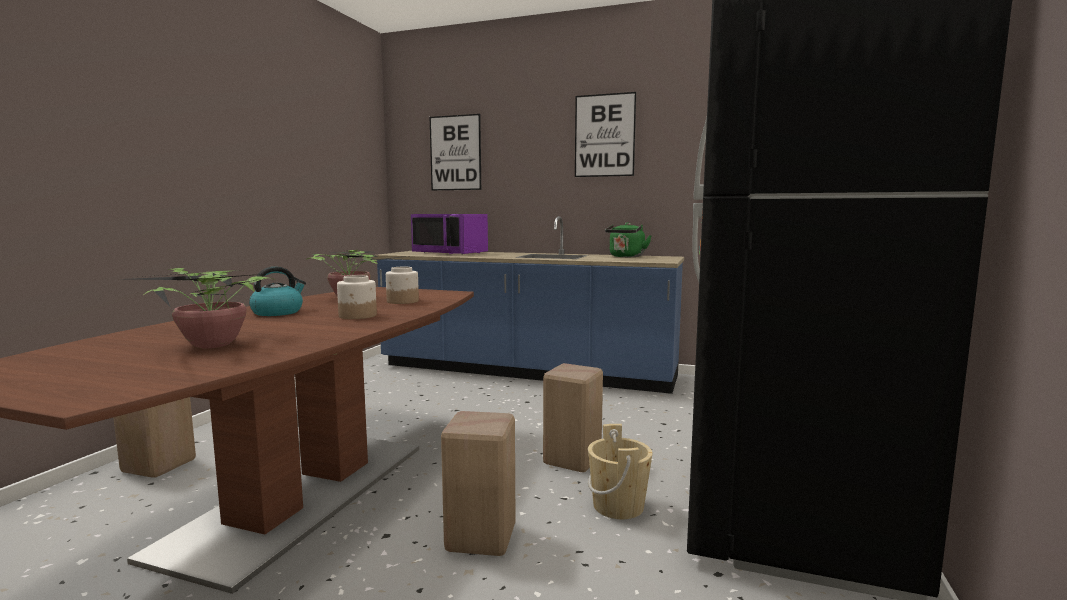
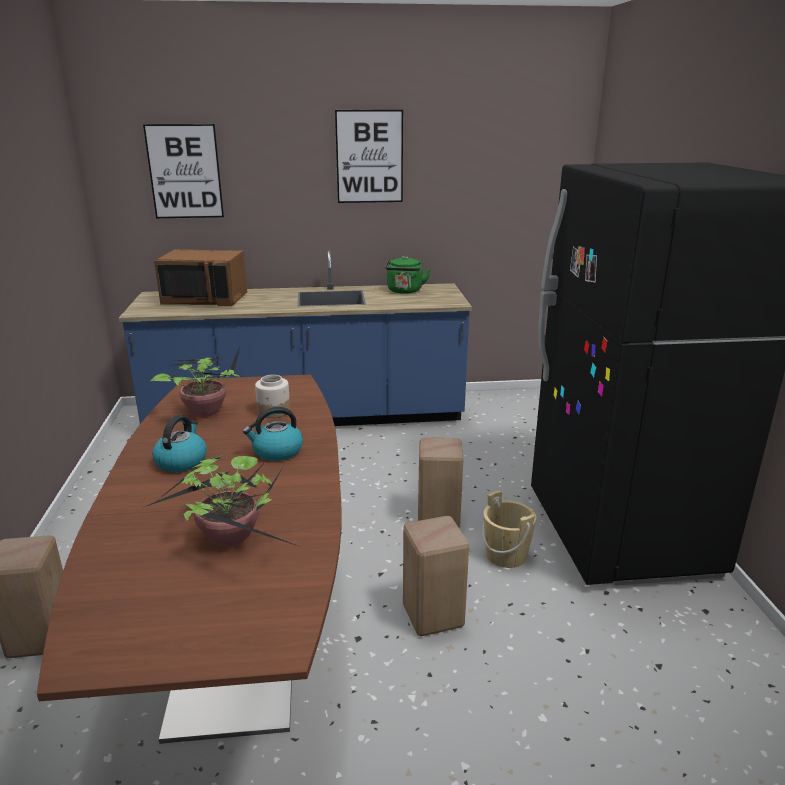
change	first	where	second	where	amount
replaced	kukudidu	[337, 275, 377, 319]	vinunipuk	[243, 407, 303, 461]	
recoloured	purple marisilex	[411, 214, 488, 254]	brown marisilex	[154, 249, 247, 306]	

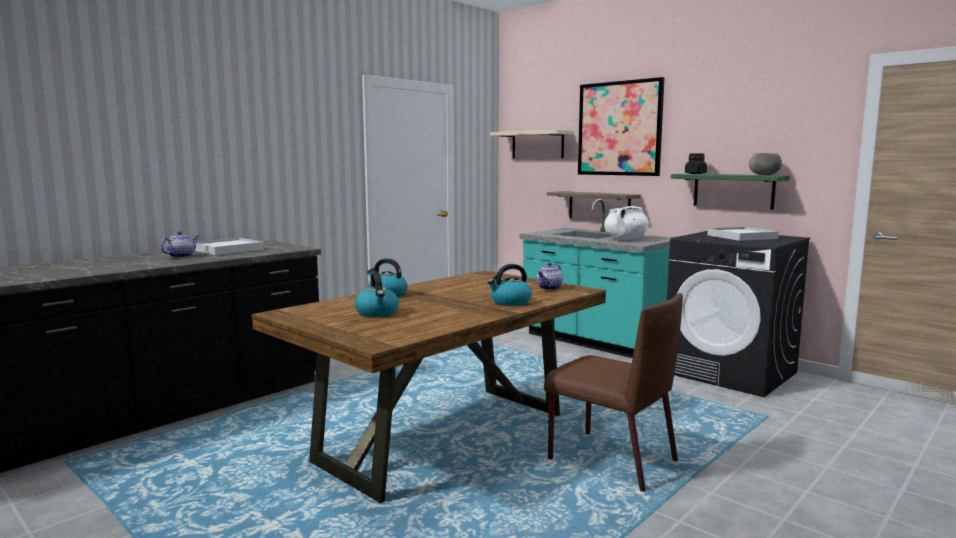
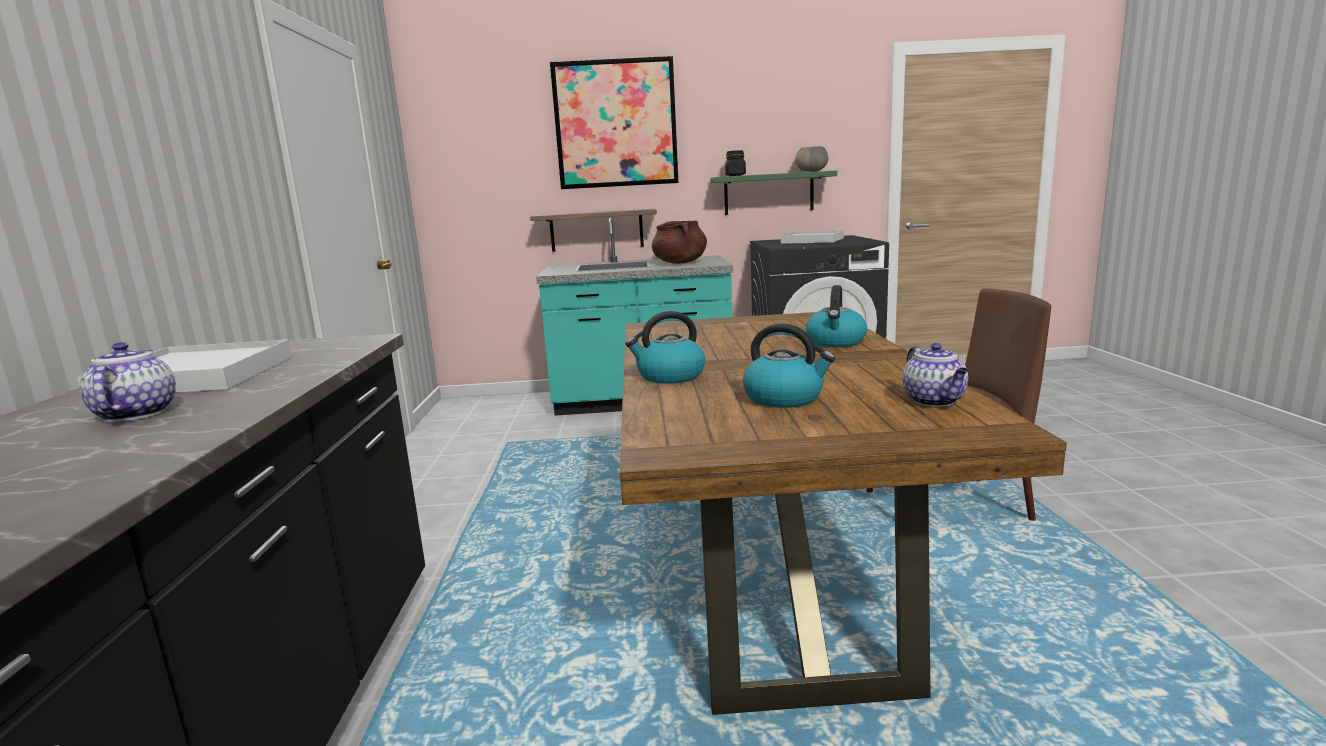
change	first	where	second	where	amount
removed	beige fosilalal	[490, 130, 573, 158]			
moved	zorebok	[536, 262, 563, 290]		[902, 343, 968, 407]	
recoloured	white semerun	[604, 206, 649, 240]	brown semerun	[652, 221, 707, 264]	

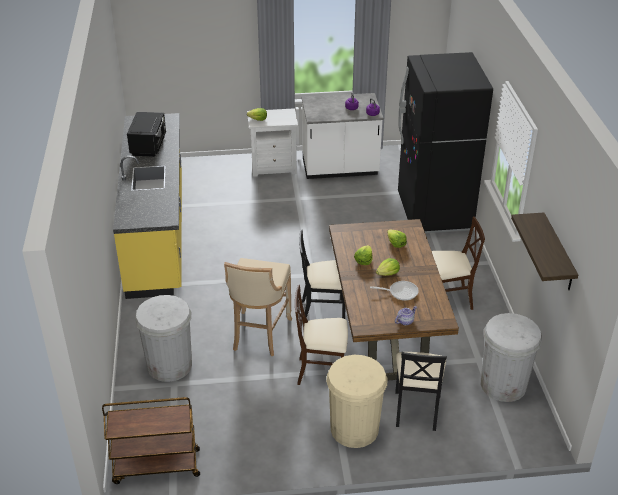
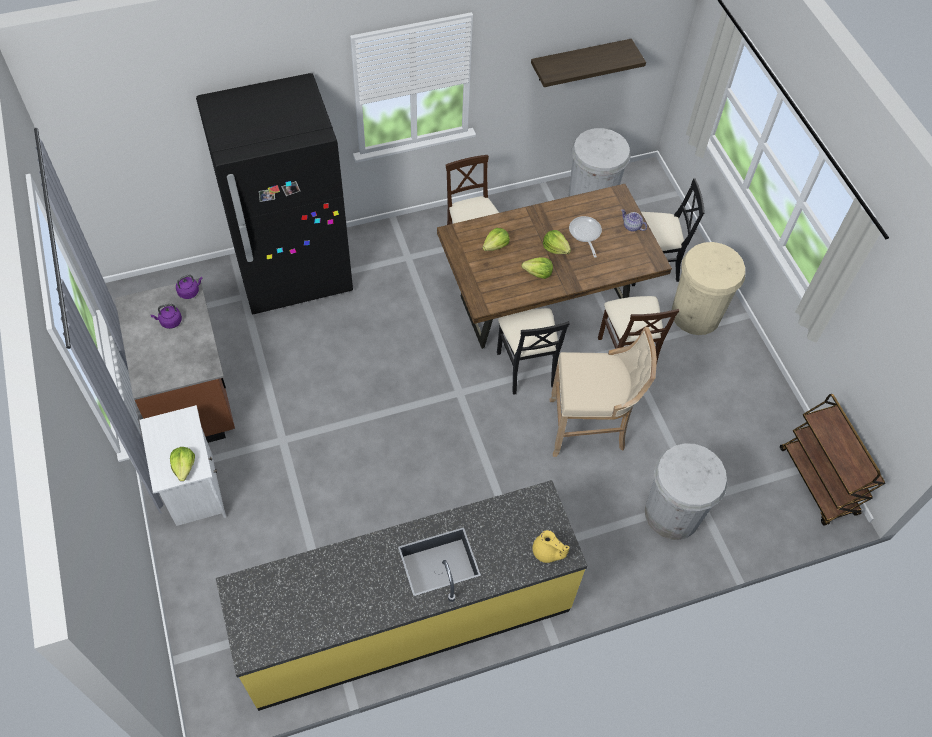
change	first	where	second	where	amount
removed	black marisilex	[127, 112, 166, 157]			
recoloured	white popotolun	[301, 93, 384, 179]	brown popotolun	[115, 278, 235, 443]	
added			yellow zorebok	[533, 530, 570, 563]	

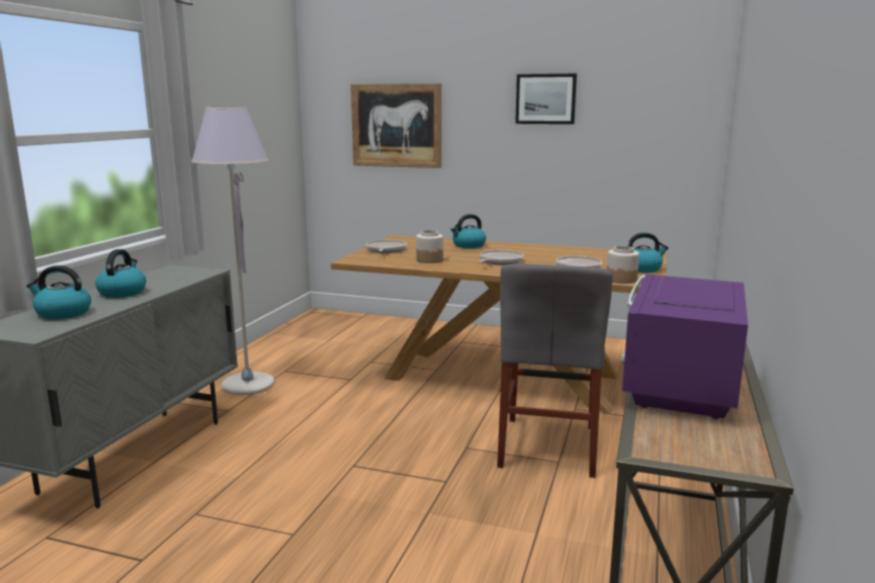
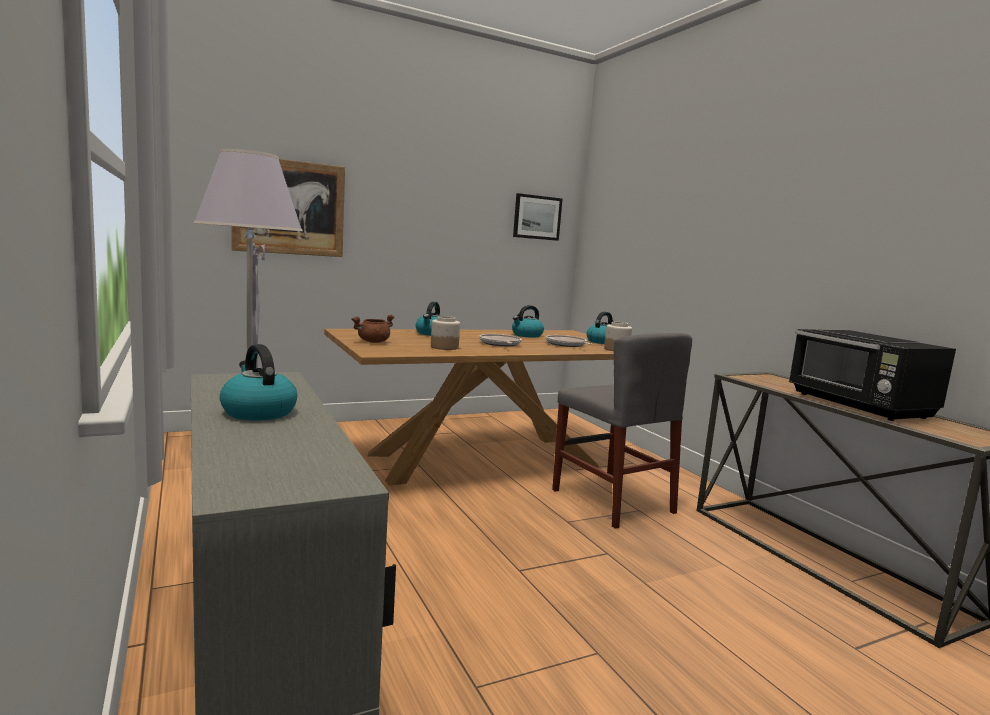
change	first	where	second	where	amount
moved	vinunipuk	[27, 265, 91, 319]		[512, 305, 544, 338]	
replaced	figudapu	[366, 240, 407, 253]	brown semerun	[351, 315, 395, 343]	
moved	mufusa	[515, 74, 577, 124]		[513, 193, 562, 241]	
recoloured	purple marisilex	[621, 274, 748, 419]	black marisilex	[789, 329, 956, 421]	

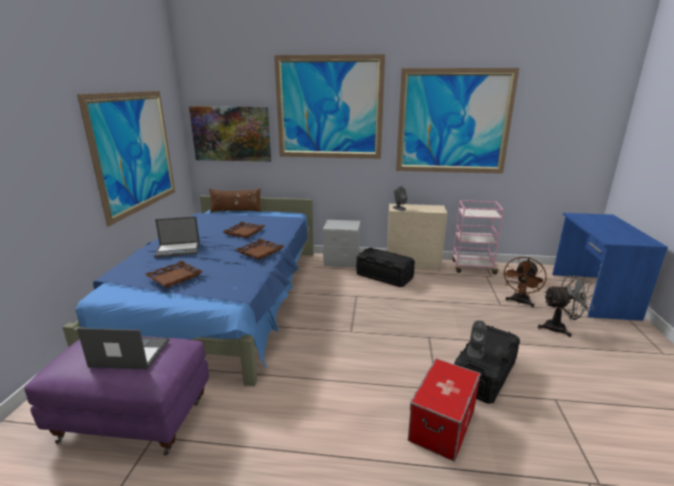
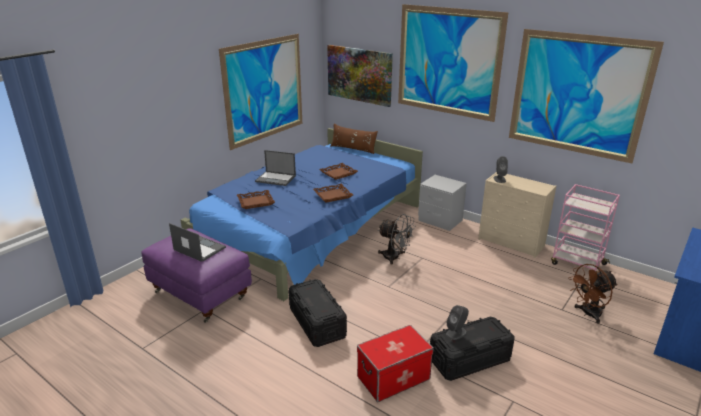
change	first	where	second	where	amount
moved	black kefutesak	[356, 248, 415, 287]		[288, 279, 347, 347]	
moved	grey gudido	[538, 275, 595, 337]		[378, 214, 415, 265]	

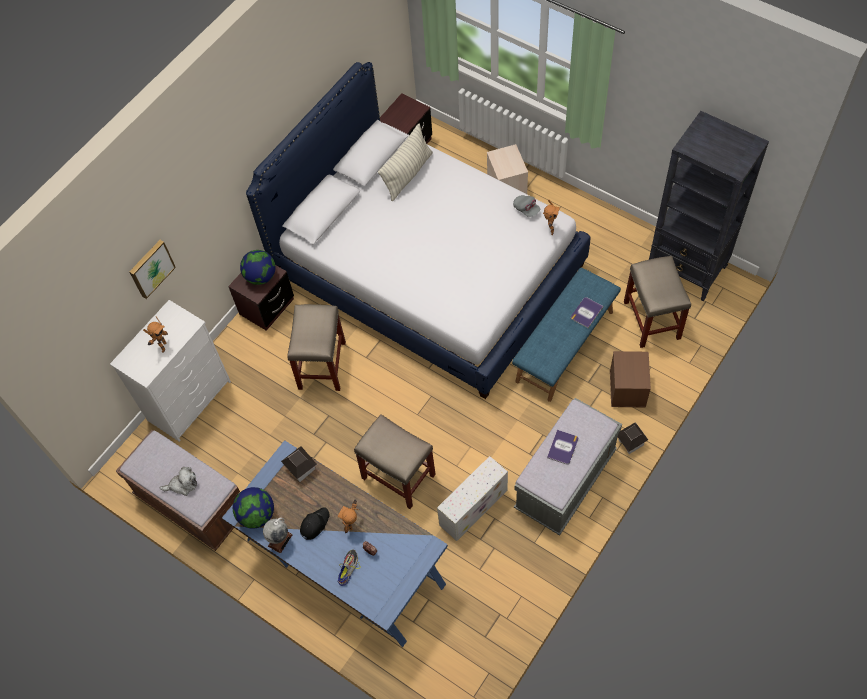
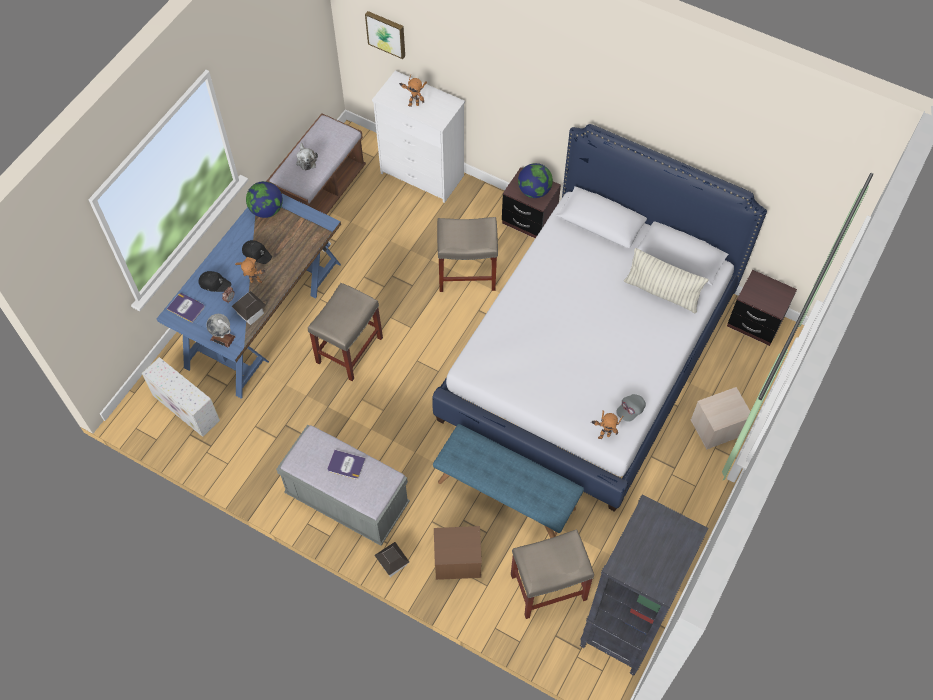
change	first	where	second	where	amount
moved	mufusa	[129, 240, 176, 299]		[365, 11, 405, 59]	
moved	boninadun	[263, 517, 293, 553]		[206, 314, 236, 348]	
moved	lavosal	[281, 446, 317, 482]		[231, 291, 266, 325]	
replaced	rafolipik	[338, 549, 361, 586]	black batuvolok	[198, 271, 232, 292]	
moved	white kefutesak	[437, 456, 508, 541]		[142, 357, 220, 437]	
moved	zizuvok	[571, 297, 603, 328]		[167, 293, 205, 323]	

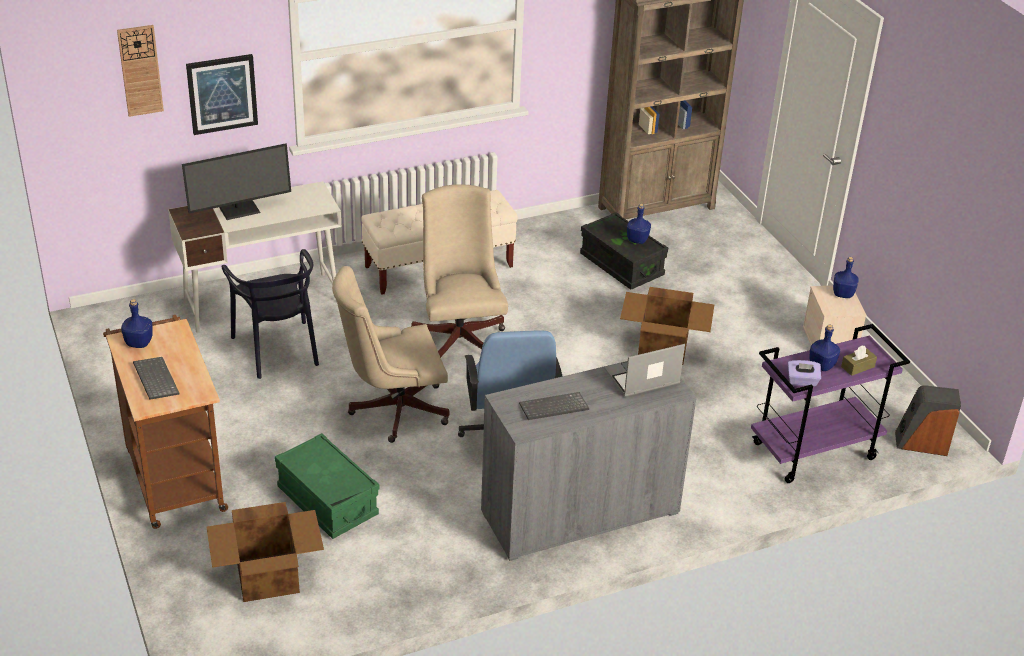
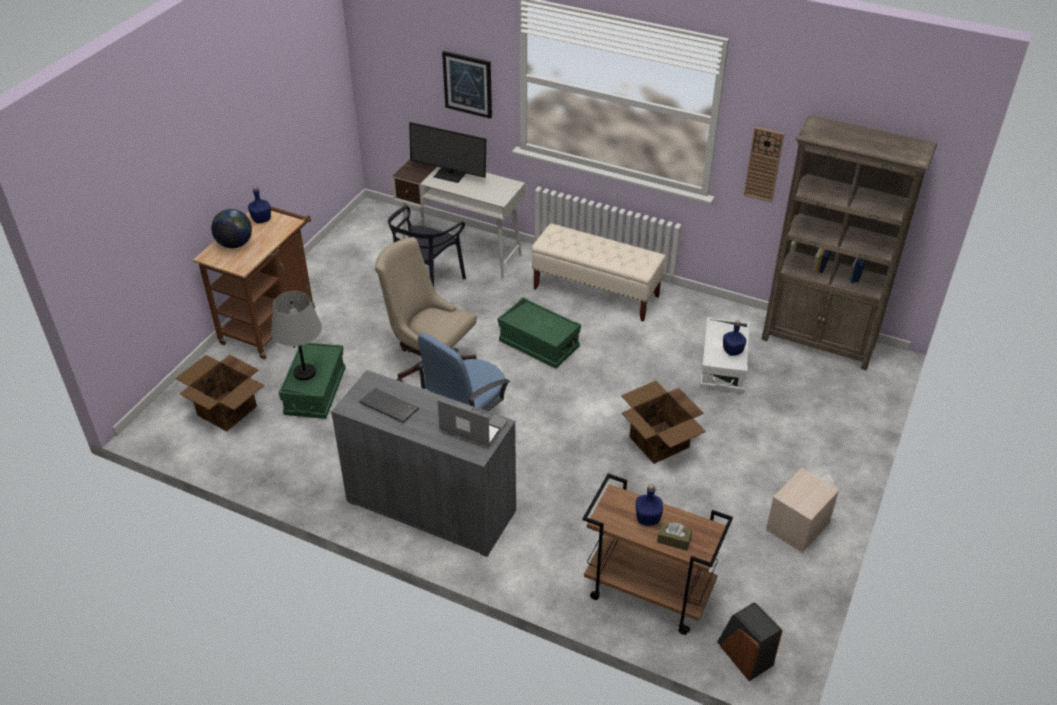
change	first	where	second	where	amount
moved	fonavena	[117, 25, 164, 117]		[744, 127, 785, 202]	
replaced	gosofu	[133, 357, 179, 400]	boninadun	[211, 209, 252, 248]	
replaced	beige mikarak	[411, 184, 508, 358]	green kefutesak	[498, 297, 581, 369]	
recoloured	black kefutesak	[580, 212, 668, 290]	white kefutesak	[700, 317, 750, 393]	
recoloured	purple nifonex	[751, 324, 910, 483]	brown nifonex	[583, 473, 733, 635]	
removed	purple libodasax	[788, 360, 821, 387]			
removed	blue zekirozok	[833, 257, 859, 298]			
added			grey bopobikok	[271, 291, 322, 381]	

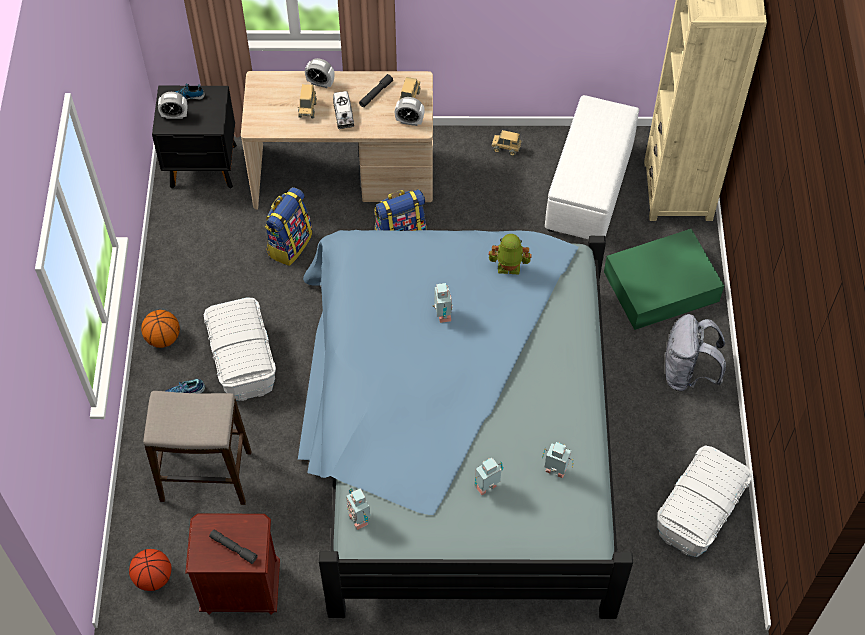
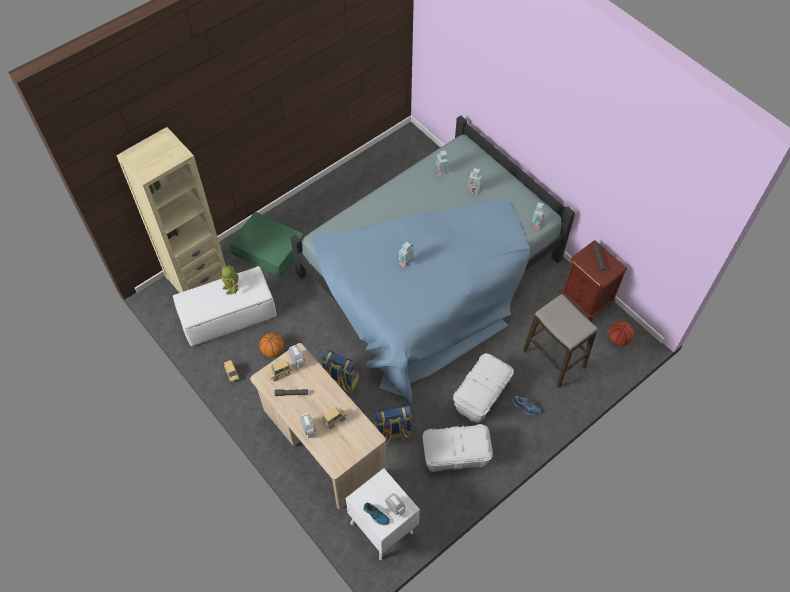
change	first	where	second	where	amount
moved	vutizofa	[141, 310, 180, 348]		[260, 333, 284, 358]	
recoloured	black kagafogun	[152, 86, 237, 189]	white kagafogun	[346, 468, 420, 560]	
removed	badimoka	[333, 91, 354, 129]			
moved	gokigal	[489, 234, 532, 275]		[220, 266, 239, 295]	
moved	white kefutesak	[657, 445, 752, 557]		[422, 424, 493, 472]	
removed	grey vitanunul	[665, 314, 726, 391]			

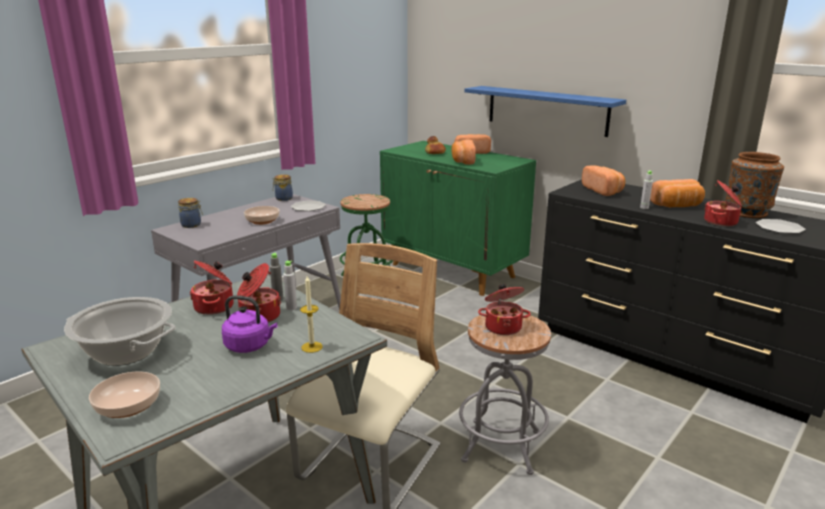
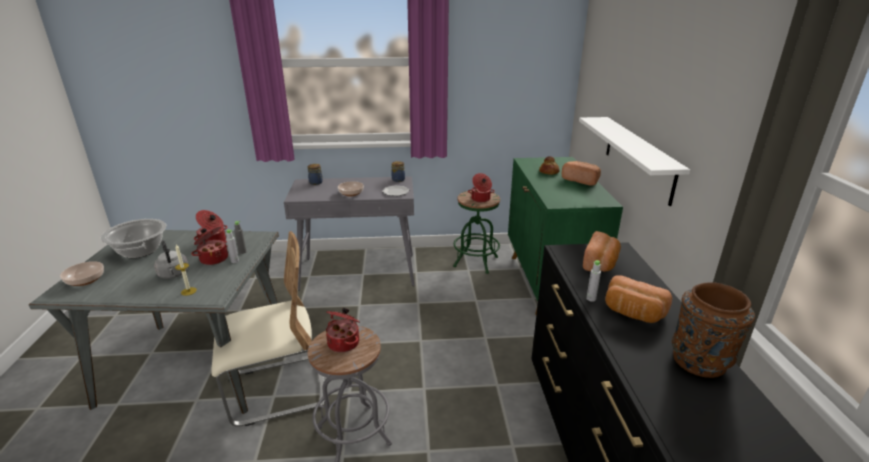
change	first	where	second	where	amount
recoloured	purple vinunipuk	[222, 295, 277, 353]	grey vinunipuk	[154, 240, 189, 279]	
removed	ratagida	[451, 139, 476, 165]			
recoloured	blue fosilalal	[464, 86, 626, 137]	white fosilalal	[579, 117, 690, 206]	
moved	semerun	[704, 180, 742, 226]		[468, 173, 495, 202]	
removed	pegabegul	[756, 219, 806, 234]			

